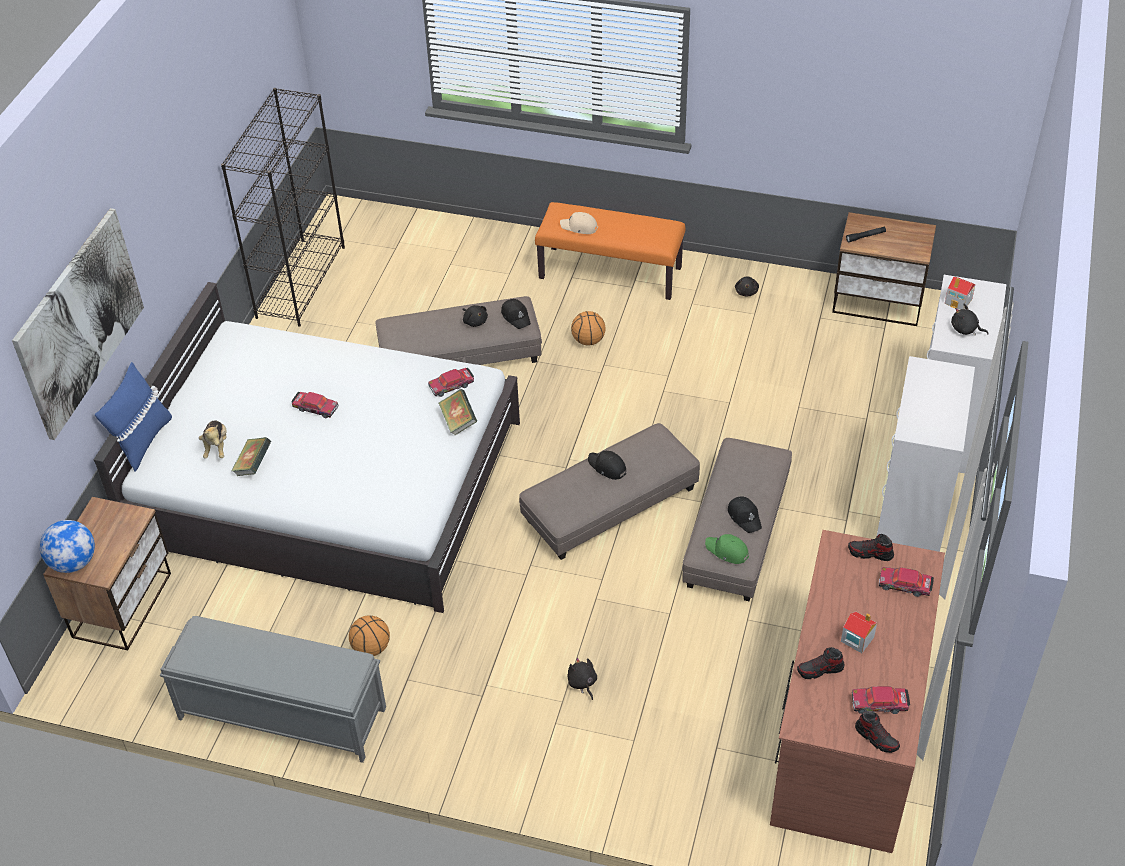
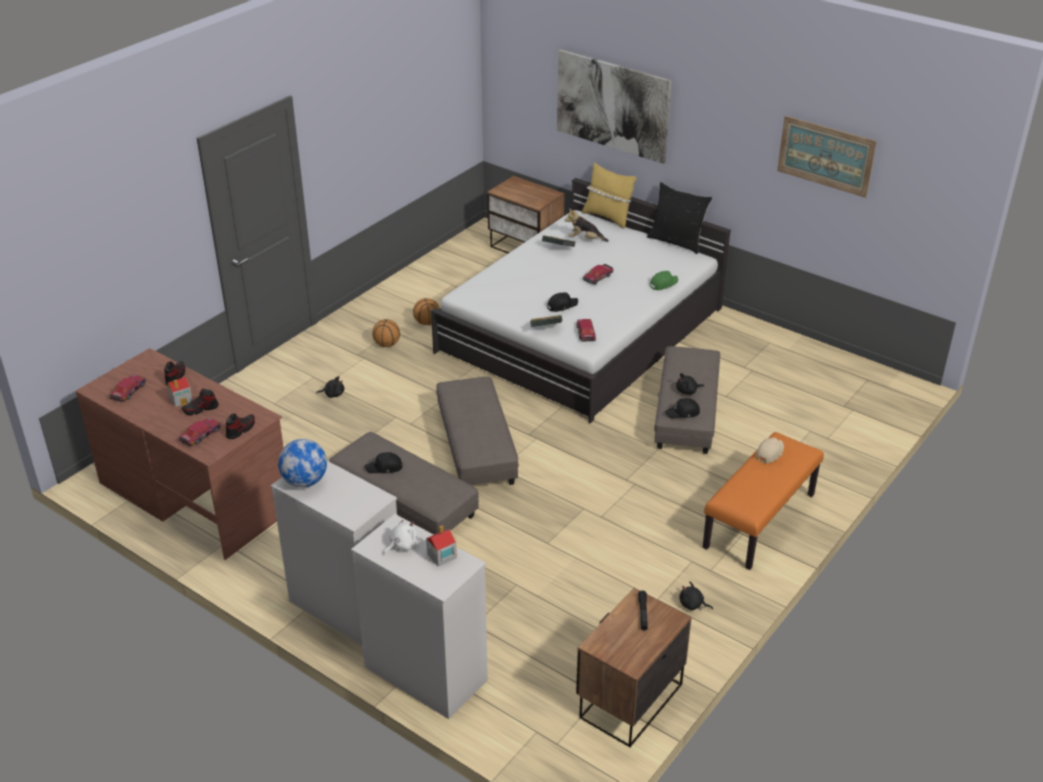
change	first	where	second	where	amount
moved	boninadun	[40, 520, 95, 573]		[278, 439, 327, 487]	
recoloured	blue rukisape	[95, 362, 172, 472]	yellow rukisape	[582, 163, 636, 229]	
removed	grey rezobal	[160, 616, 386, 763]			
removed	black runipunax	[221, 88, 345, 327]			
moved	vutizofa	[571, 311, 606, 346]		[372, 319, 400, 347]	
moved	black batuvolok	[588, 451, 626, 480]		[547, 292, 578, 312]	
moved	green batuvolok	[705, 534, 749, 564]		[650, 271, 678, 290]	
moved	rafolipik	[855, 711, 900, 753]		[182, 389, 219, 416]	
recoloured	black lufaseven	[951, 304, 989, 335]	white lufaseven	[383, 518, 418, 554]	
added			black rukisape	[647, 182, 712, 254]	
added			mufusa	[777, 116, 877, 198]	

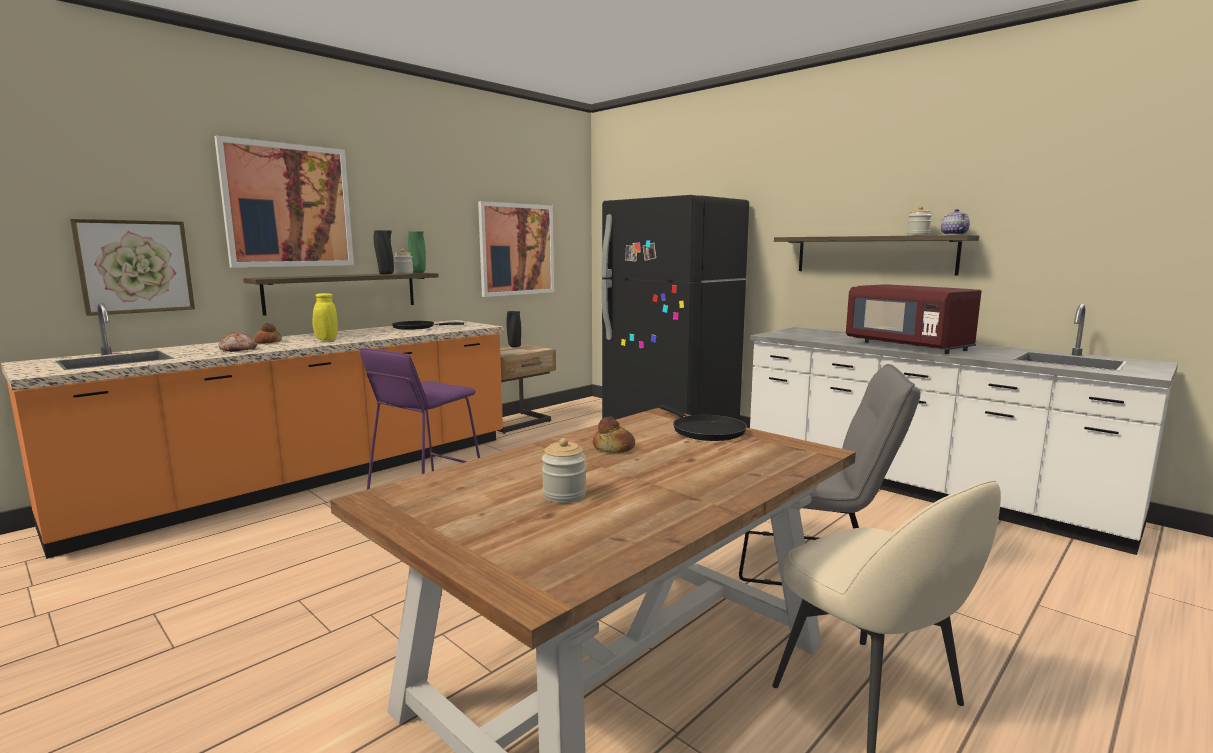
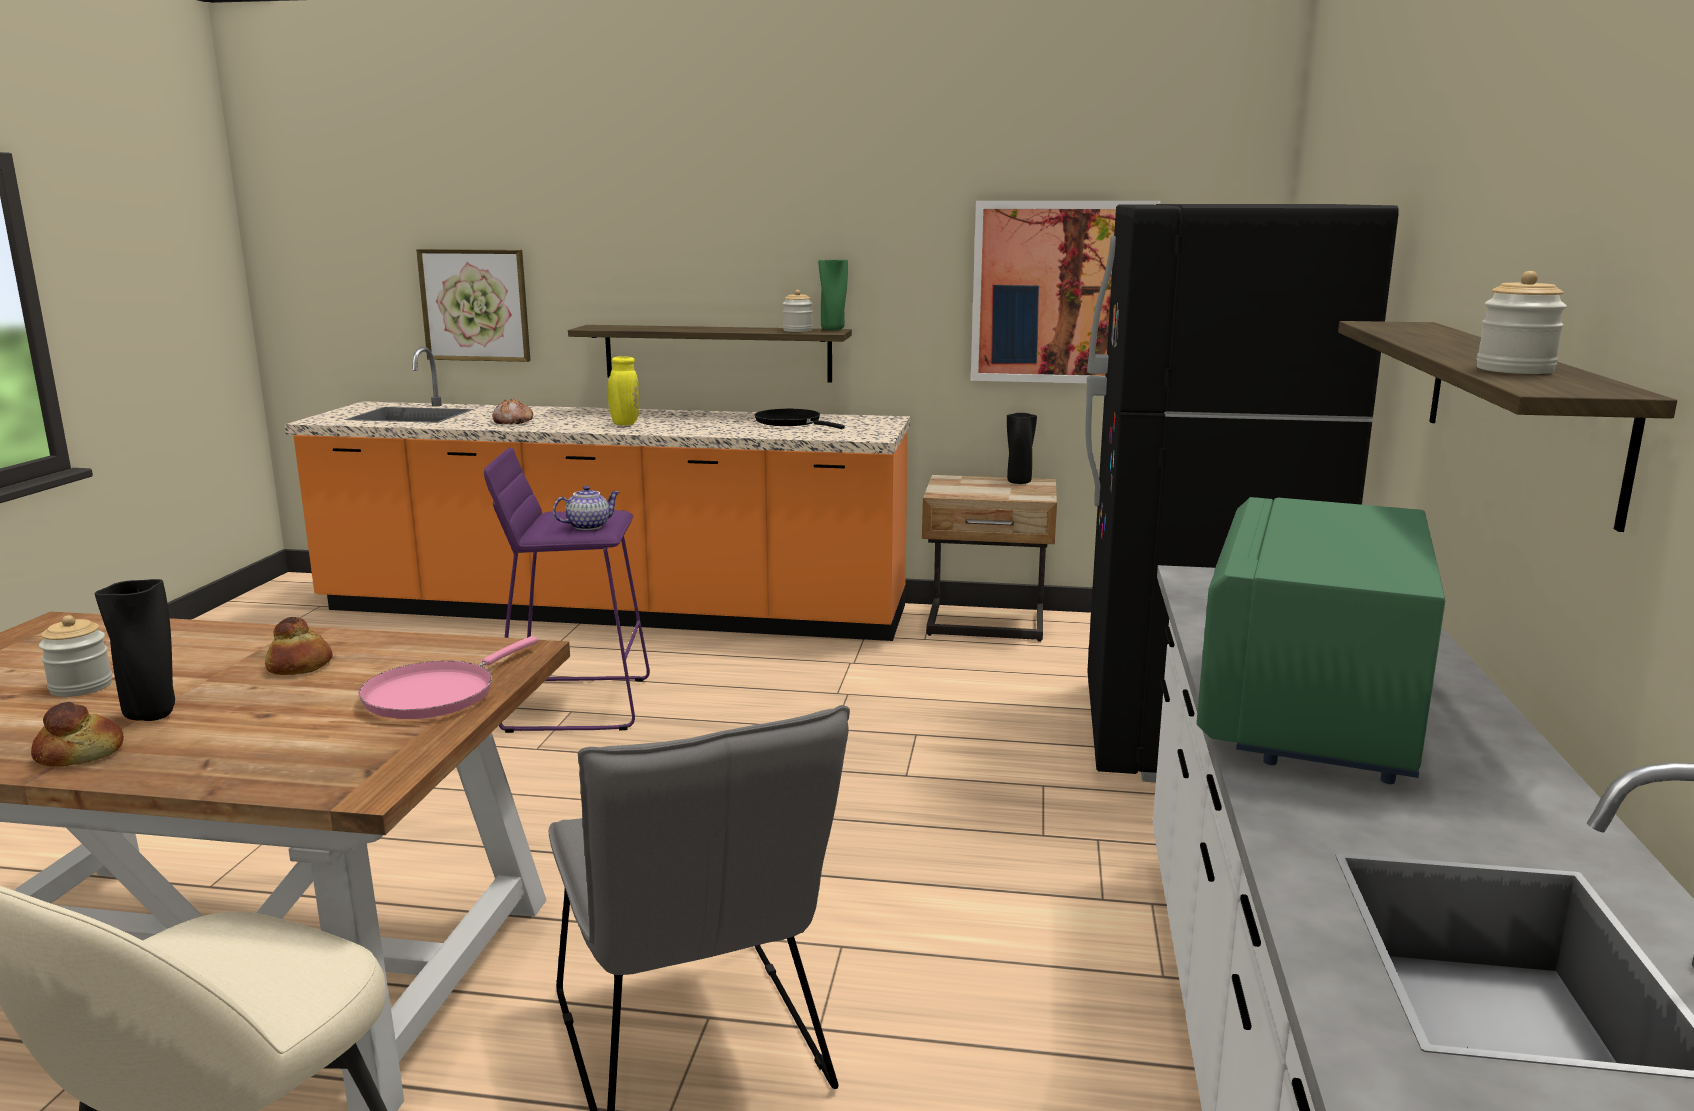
change	first	where	second	where	amount
removed	mufusa	[214, 136, 354, 268]			
moved	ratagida	[254, 323, 282, 343]		[31, 702, 124, 767]	
moved	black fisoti	[374, 230, 394, 275]		[94, 579, 175, 721]	
recoloured	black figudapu	[660, 405, 747, 441]	pink figudapu	[358, 636, 538, 719]	
recoloured	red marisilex	[846, 284, 982, 354]	green marisilex	[1196, 497, 1445, 784]	
moved	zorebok	[941, 209, 970, 235]		[553, 485, 620, 530]	

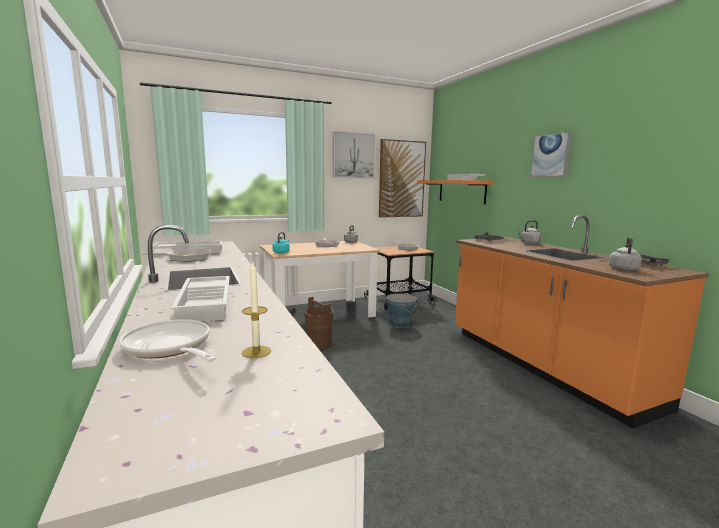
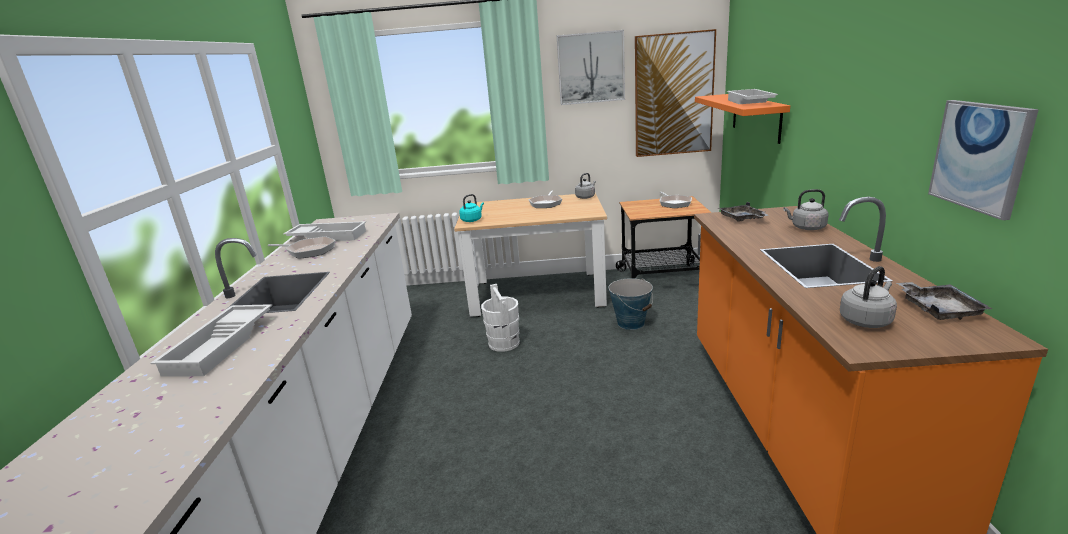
change	first	where	second	where	amount
removed	figudapu	[119, 319, 216, 362]			
removed	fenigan	[242, 263, 271, 358]			
recoloured	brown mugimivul	[305, 297, 334, 349]	white mugimivul	[481, 284, 520, 352]	
moved	mufusa	[530, 132, 572, 177]		[928, 100, 1039, 220]	

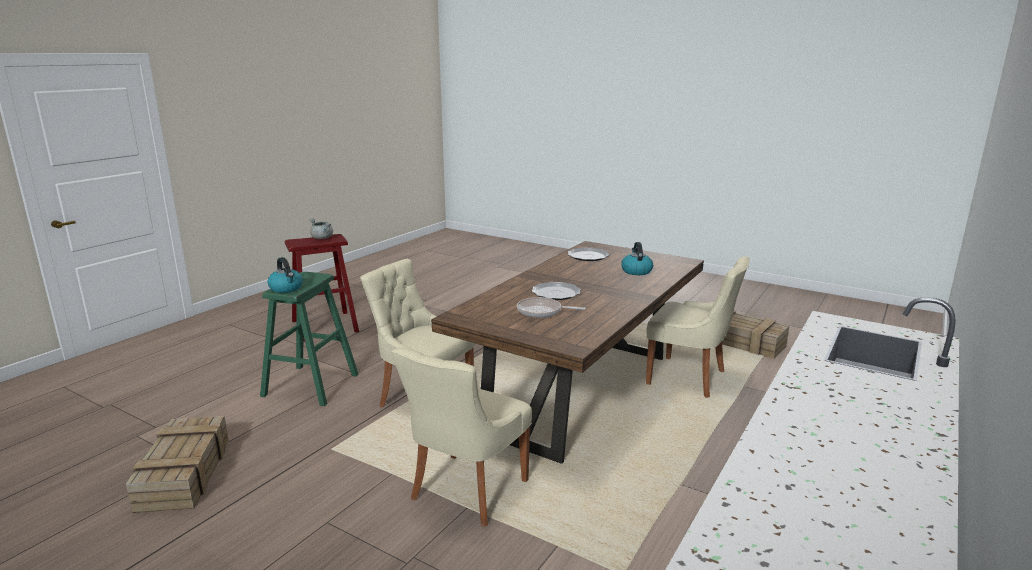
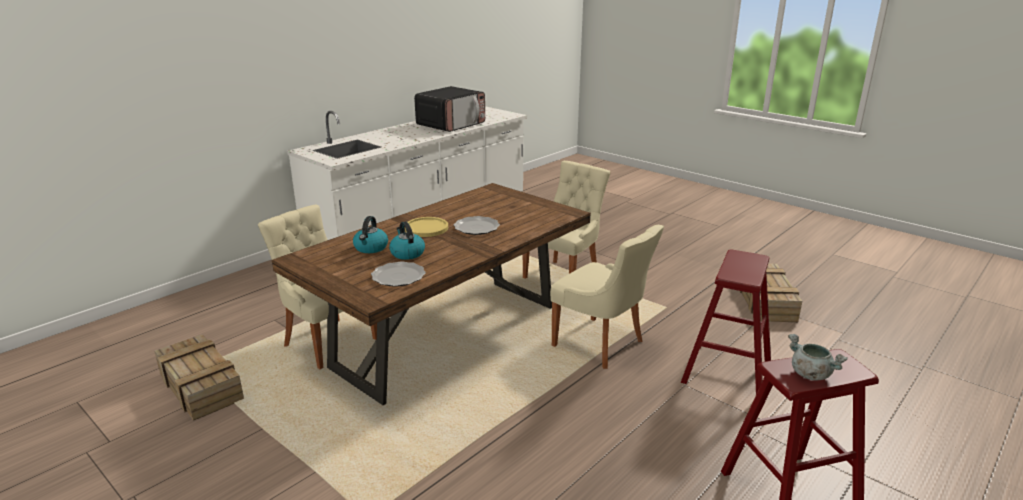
change	first	where	second	where	amount
recoloured	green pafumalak	[260, 272, 359, 406]	red pafumalak	[681, 250, 771, 394]	
moved	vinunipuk	[268, 257, 303, 293]		[389, 221, 425, 260]	
removed	figudapu	[517, 297, 586, 318]			
added			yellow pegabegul	[405, 217, 448, 237]	
added			marisilex	[414, 86, 485, 132]	

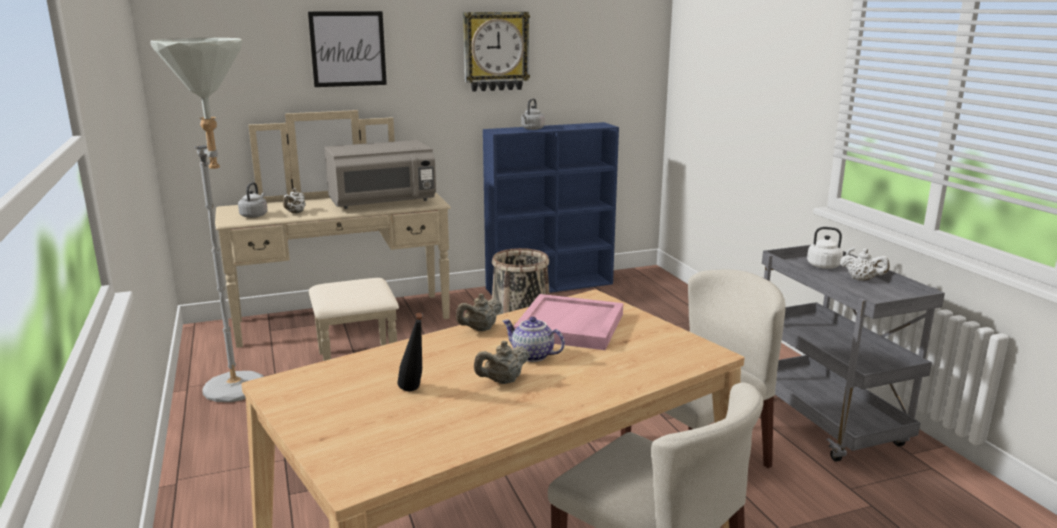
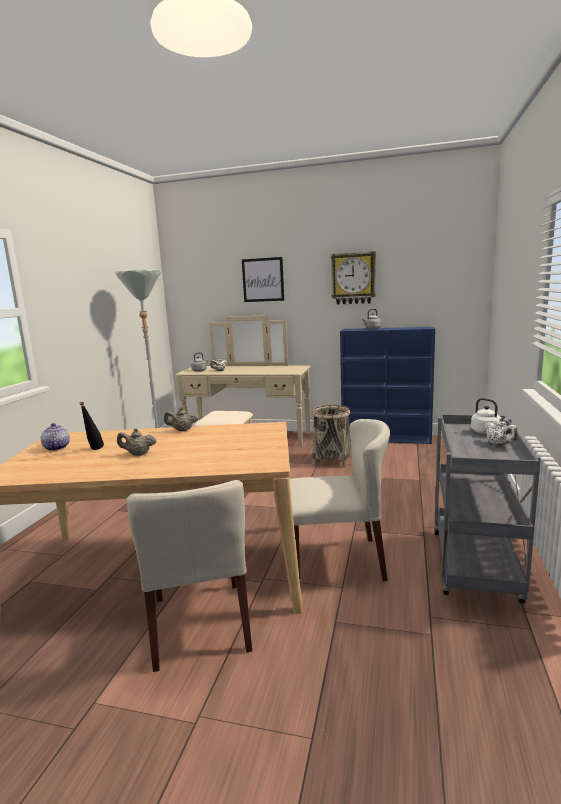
change	first	where	second	where	amount
removed	grey marisilex	[324, 140, 436, 209]			
moved	zorebok	[503, 317, 565, 362]		[41, 423, 70, 451]	
removed	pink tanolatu	[513, 294, 623, 350]			

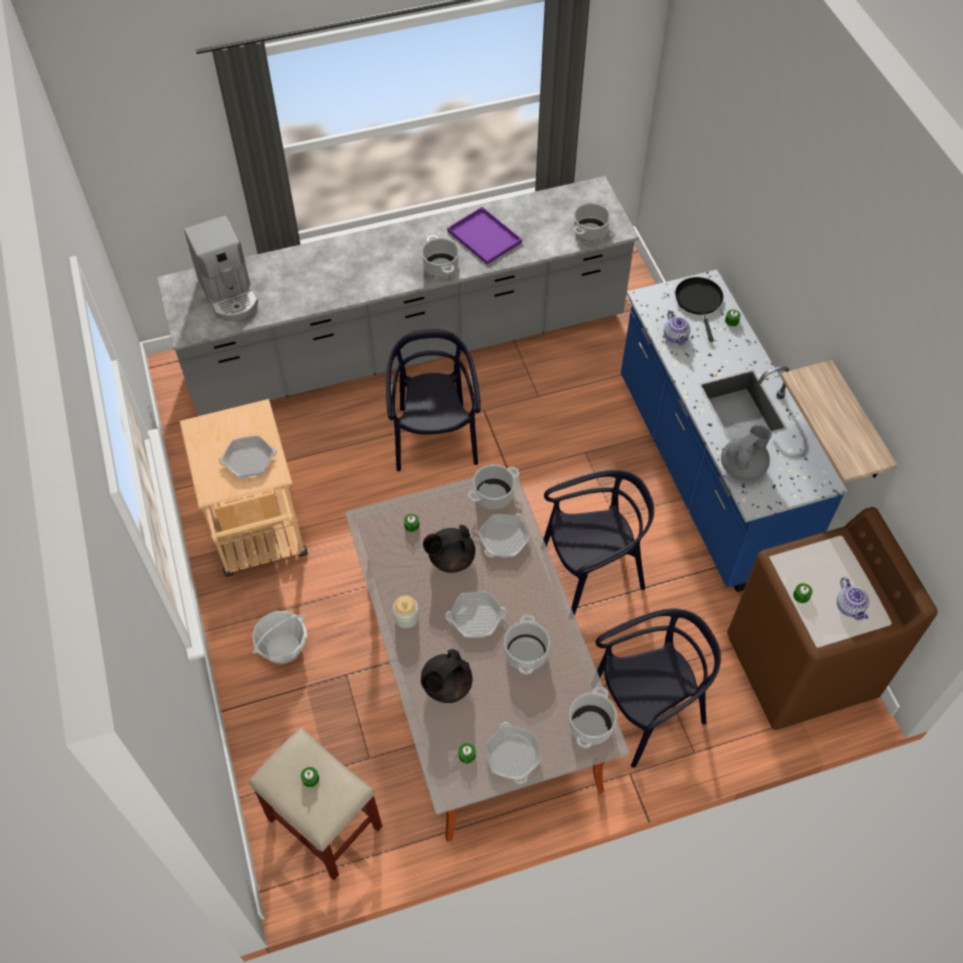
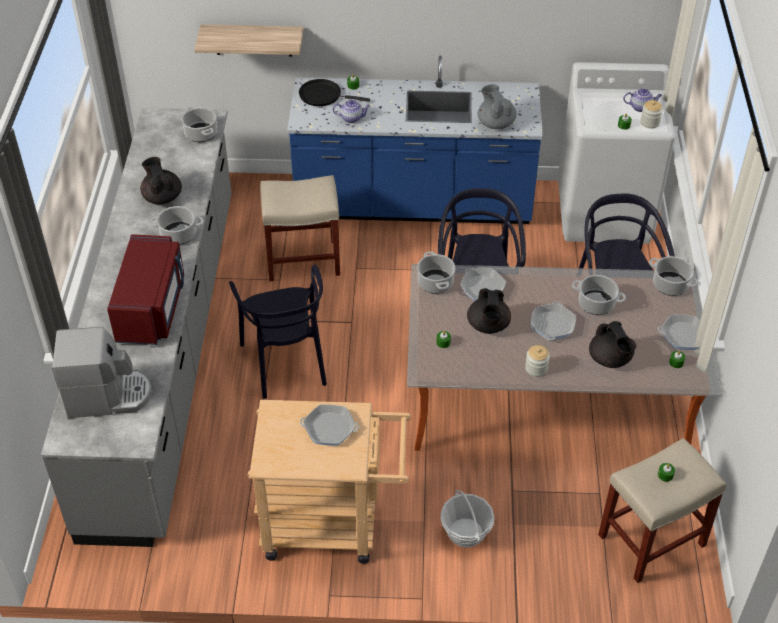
change	first	where	second	where	amount
turned	figudapu	[219, 436, 277, 478]		[300, 404, 359, 446]	90 degrees counterclockwise
turned	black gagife	[386, 328, 481, 471]		[229, 265, 327, 399]	120 degrees counterclockwise
replaced	purple tanolatu	[447, 207, 522, 265]	black zorebok	[140, 157, 182, 205]	
recoloured	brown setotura	[727, 507, 938, 730]	white setotura	[558, 62, 675, 244]	
moved	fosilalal	[780, 360, 897, 483]		[194, 24, 304, 57]	
added			red marisilex	[107, 234, 184, 345]	
added			beige pafumalak	[260, 175, 340, 281]	
added			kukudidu	[640, 100, 663, 128]	

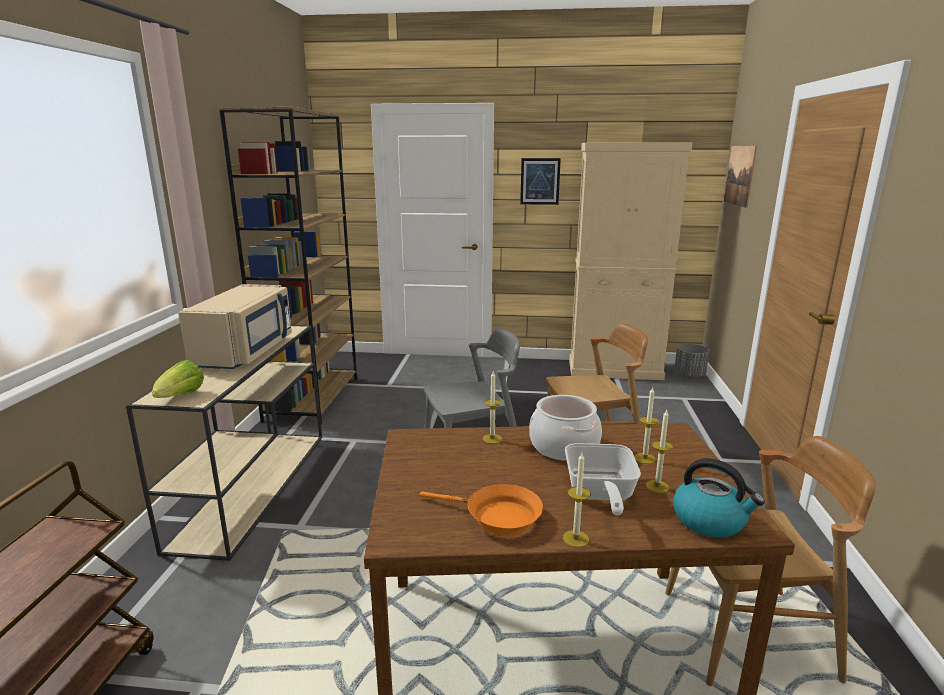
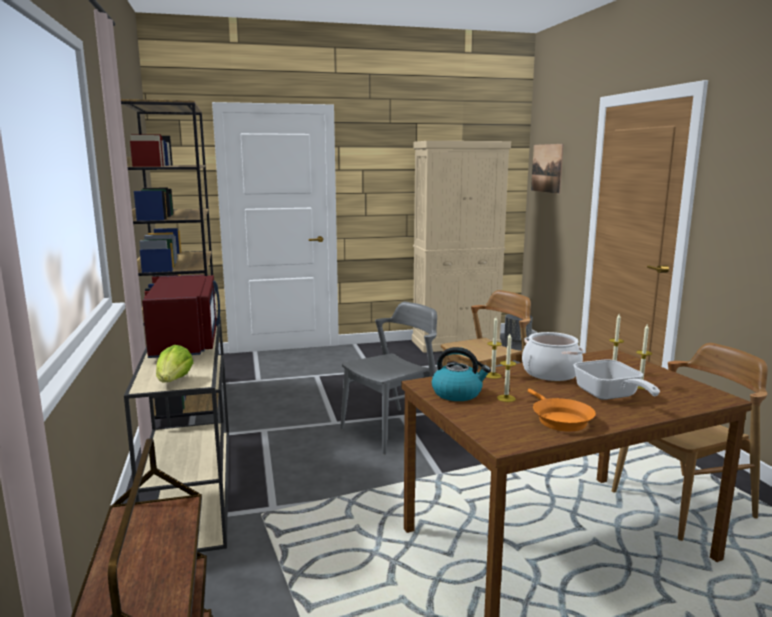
change	first	where	second	where	amount
recoloured	beige marisilex	[178, 284, 292, 369]	red marisilex	[142, 274, 220, 358]	
turned	orange figudapu	[419, 484, 543, 536]		[528, 389, 596, 432]	75 degrees clockwise
removed	mufusa	[520, 158, 561, 205]			
moved	fenigan	[563, 453, 591, 547]		[497, 333, 516, 402]	
moved	vinunipuk	[673, 458, 765, 538]		[432, 347, 491, 401]	

